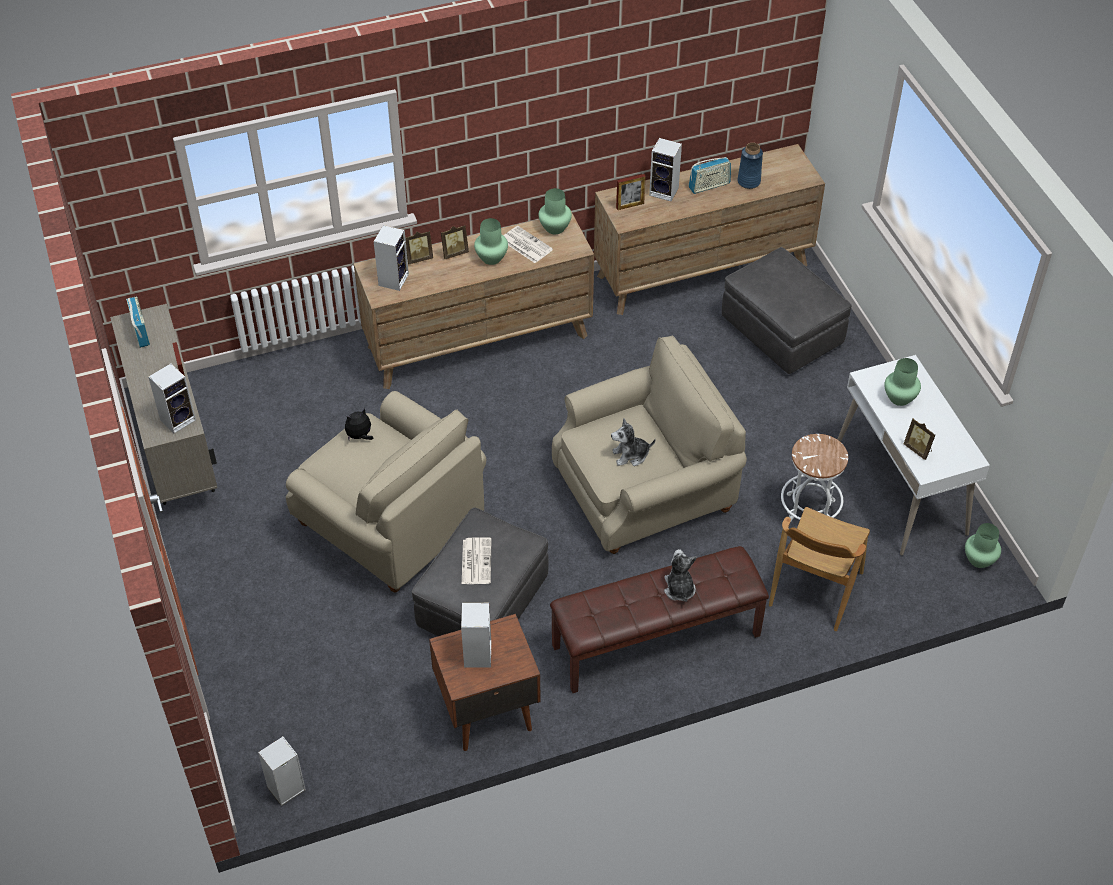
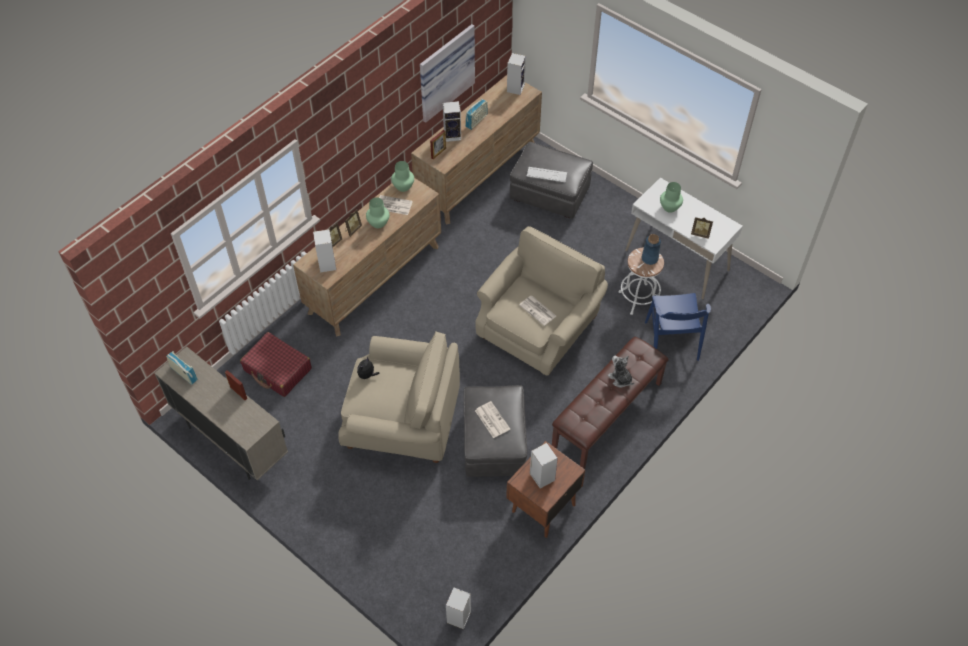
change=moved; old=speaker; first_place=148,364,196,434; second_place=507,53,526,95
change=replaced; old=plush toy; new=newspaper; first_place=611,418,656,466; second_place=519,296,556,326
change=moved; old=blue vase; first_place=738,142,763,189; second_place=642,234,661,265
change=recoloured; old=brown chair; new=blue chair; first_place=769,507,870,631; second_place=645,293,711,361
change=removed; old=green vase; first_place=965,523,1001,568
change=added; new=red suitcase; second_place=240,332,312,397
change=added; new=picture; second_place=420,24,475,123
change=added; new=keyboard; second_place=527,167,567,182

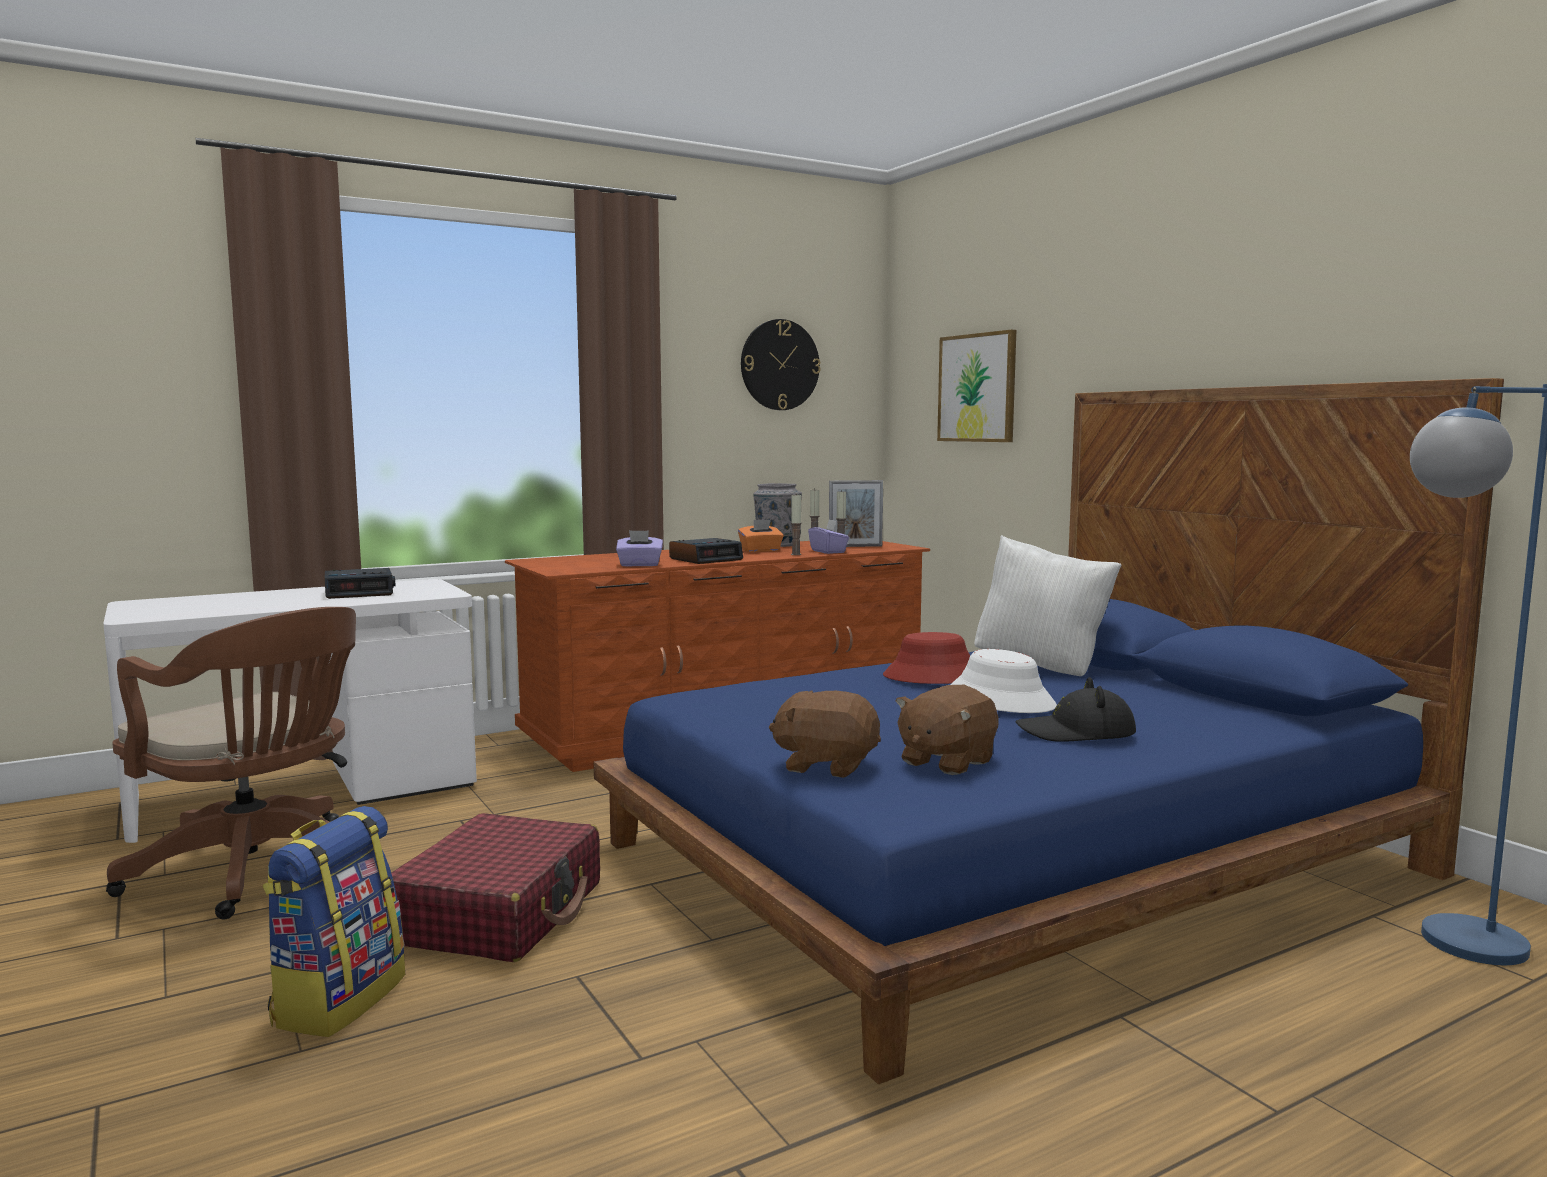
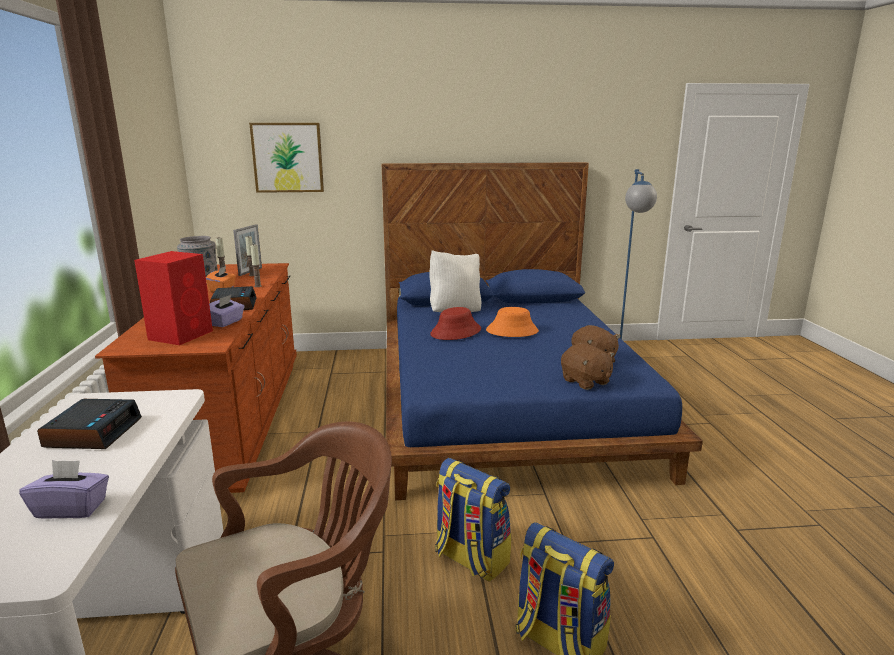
change=replaced; old=red suitcase; new=backpack; first_place=391,813,600,962; second_place=435,458,511,582
change=removed; old=wall clock; first_place=741,319,821,410
change=turned; old=brown plush toy; first_place=769,691,881,778; second_place=561,343,615,390; degrees=-75
change=moved; old=purple tissue box; first_place=808,519,849,554; second_place=19,460,109,519
change=recoloured; old=white hat; new=orange hat; first_place=950,649,1057,713; second_place=486,307,539,337
change=removed; old=black hat; first_place=1016,677,1136,742
change=added; new=red speaker; second_place=134,251,213,345

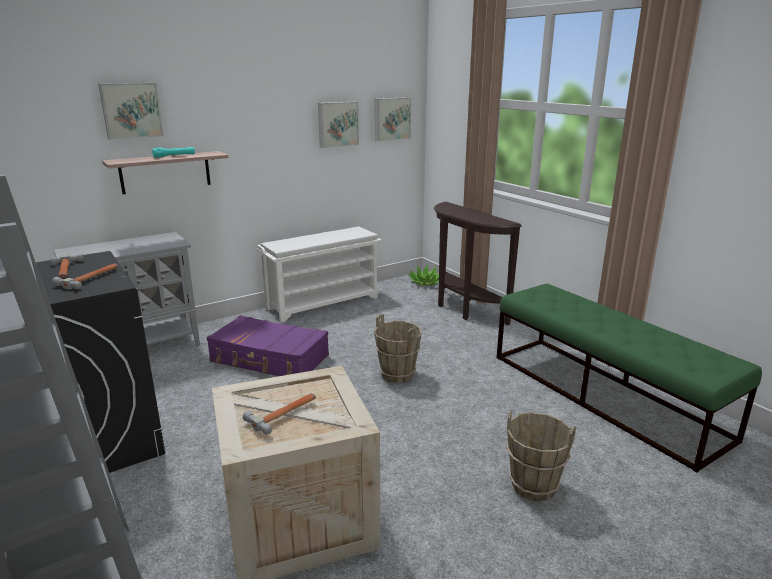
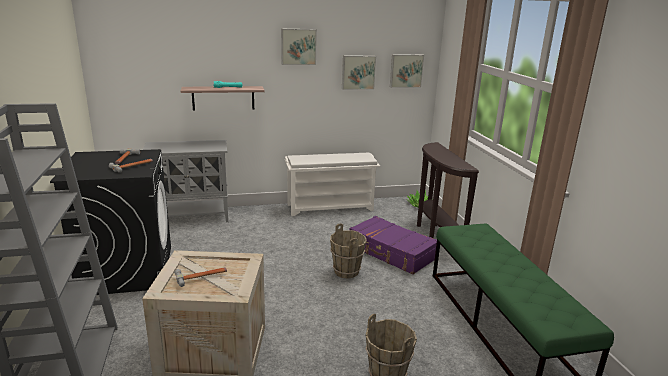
change=moved; old=picture; first_place=98,83,164,140; second_place=281,29,317,65
change=moved; old=purple suitcase; first_place=207,315,329,376; second_place=350,216,437,275

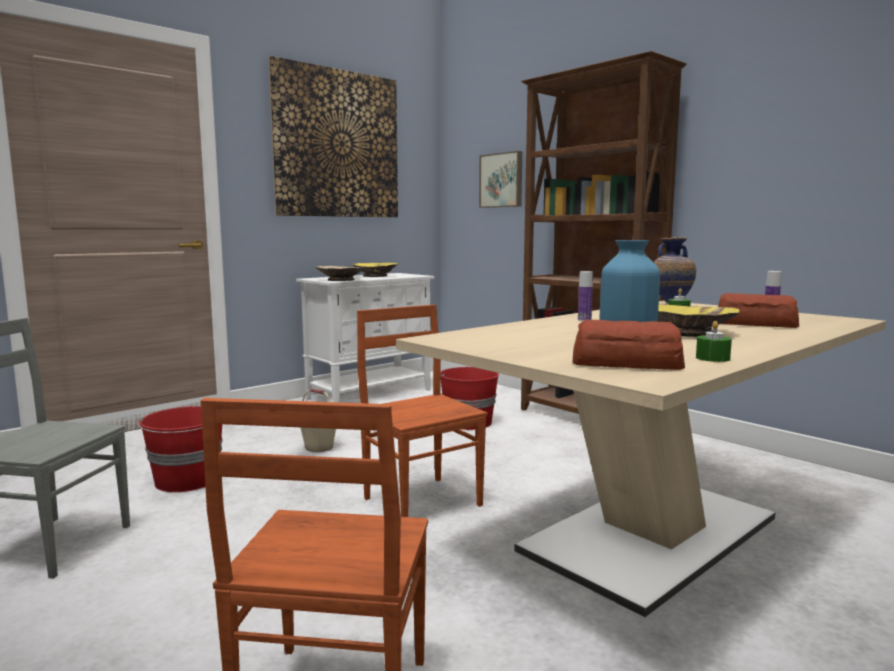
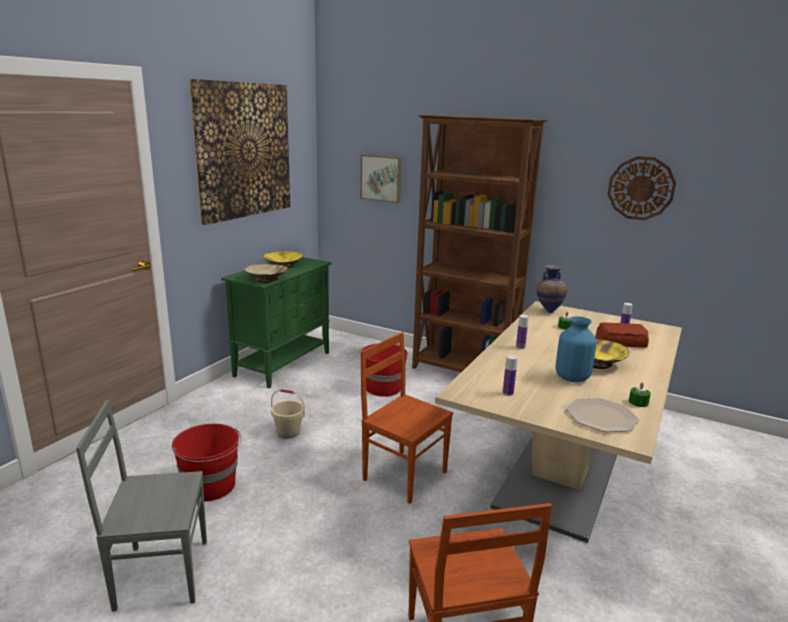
change=recoloured; old=white cabinet; new=green cabinet; first_place=296,273,434,402; second_place=221,257,332,388
change=replaced; old=bread; new=plate; first_place=573,320,685,370; second_place=566,398,639,432
change=added; new=bottle; second_place=503,355,517,396
change=added; new=wall clock; second_place=608,156,676,220

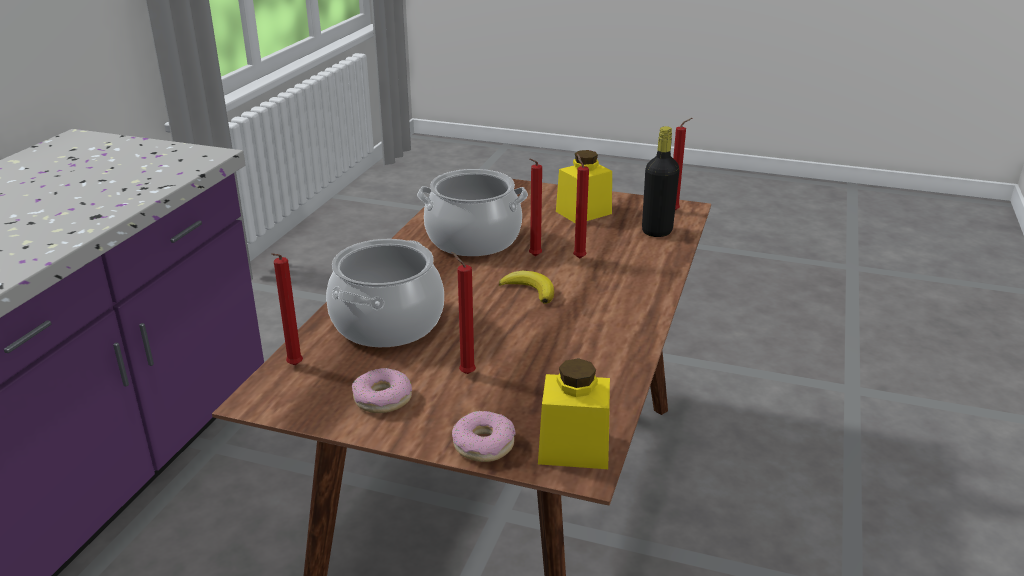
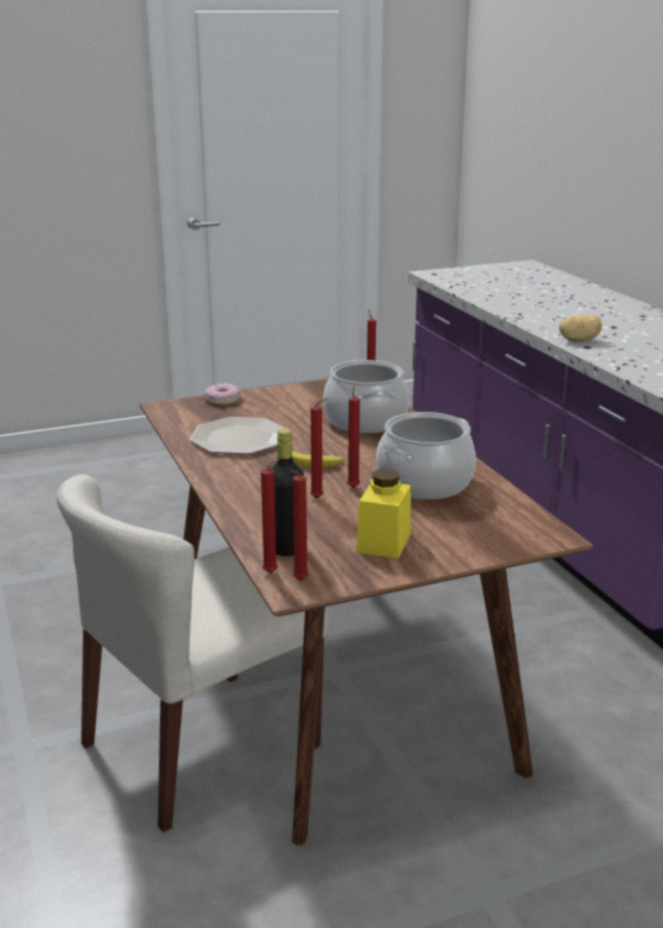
change=removed; old=donut; first_place=352,368,412,413
change=moved; old=red candle; first_place=451,252,476,374; second_place=261,458,281,573
change=removed; old=yellow jar; first_place=538,358,610,469
change=added; new=beige chair; second_place=56,474,330,832
change=added; new=plate; second_place=190,417,287,454
change=added; new=potato; second_place=559,314,602,342

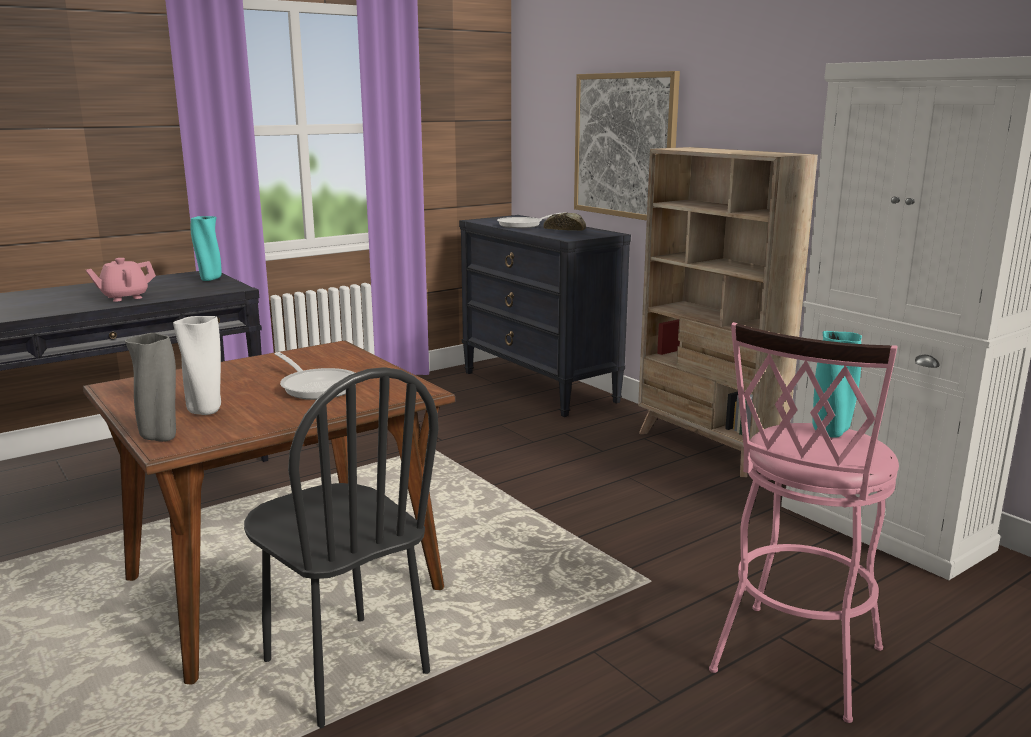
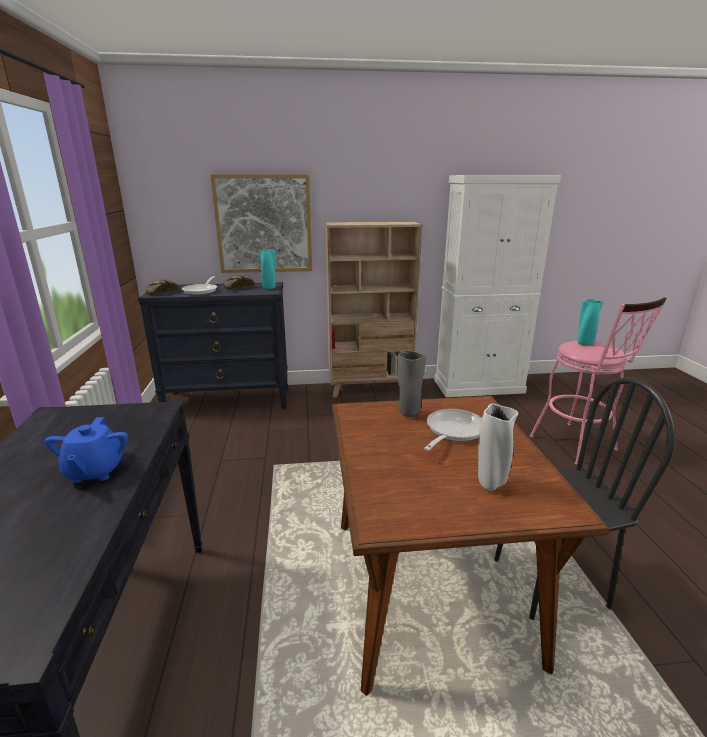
change=recoloured; old=pink teapot; new=blue teapot; first_place=86,258,156,302; second_place=45,417,128,483
change=moved; old=grey vase; first_place=125,333,176,442; second_place=397,351,426,417
change=moved; old=turquoise vase; first_place=191,216,222,281; second_place=259,249,276,289
change=turned; old=frying pan; first_place=275,352,355,400; second_place=424,409,482,451; degrees=-45
change=added; new=bread; second_place=145,279,179,295

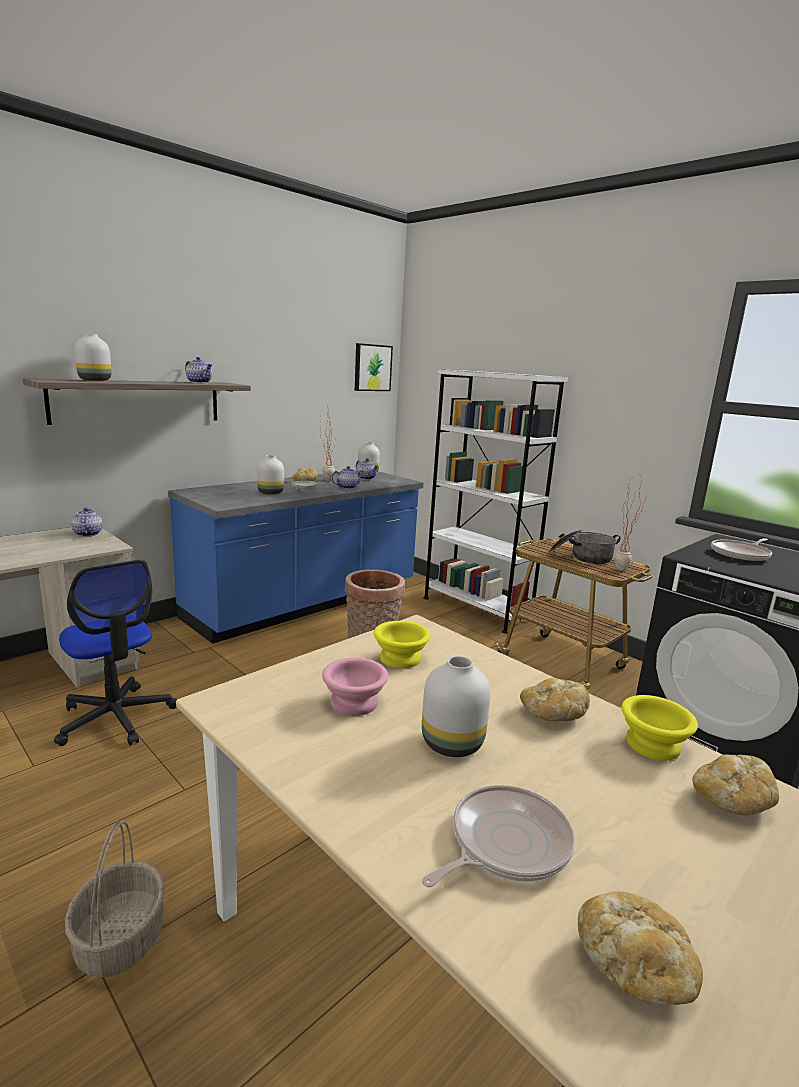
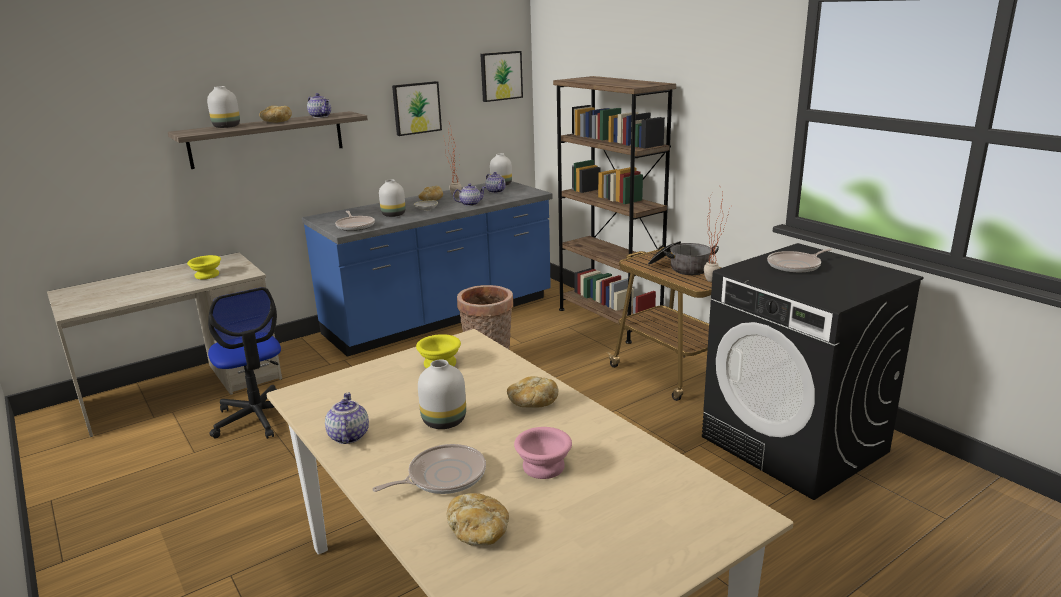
change=removed; old=basket; first_place=65,821,165,977
change=moved; old=teapot; first_place=71,508,103,537; second_place=325,393,369,444
change=moved; old=pink bowl; first_place=322,658,388,716; second_place=514,427,572,479
change=recoloured; old=white bookcase; new=brown bookcase; first_place=423,369,568,634; second_place=553,76,676,344
change=moved; old=yellow bowl; first_place=621,695,698,761; second_place=187,255,221,279
change=moved; old=bread; first_place=693,754,779,815; second_place=259,106,292,123
change=added; new=frying pan; second_place=335,211,375,231
change=added; new=picture; second_place=392,81,442,136

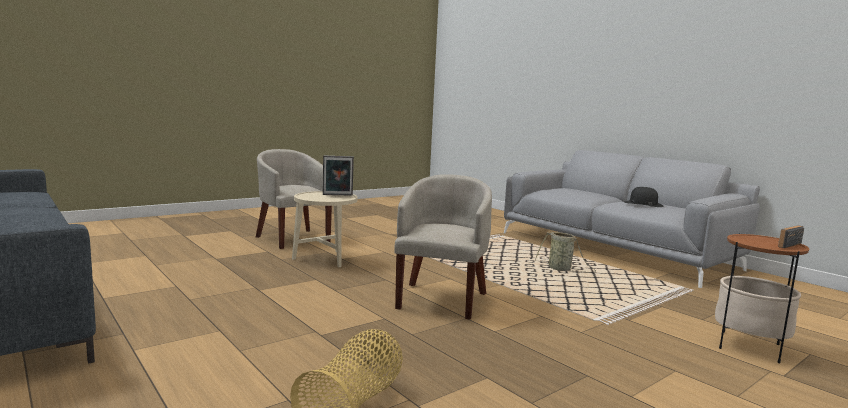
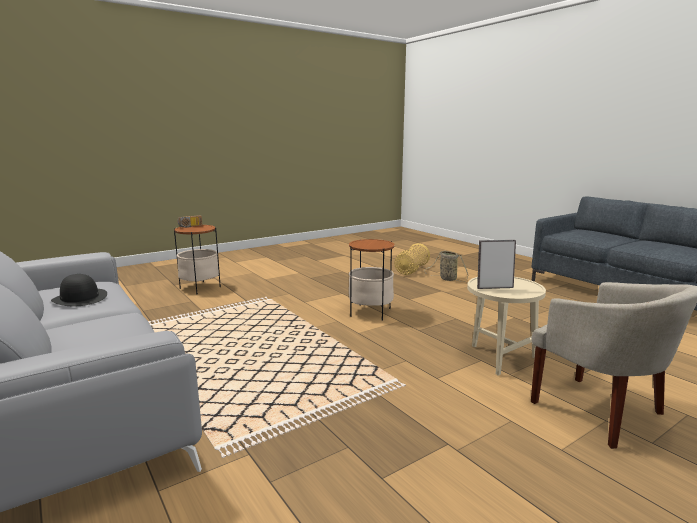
change=replaced; old=beige armchair; new=side table; first_place=394,174,492,319; second_place=349,239,395,320
change=moved; old=basket; first_place=535,232,596,273; second_place=424,251,469,282

